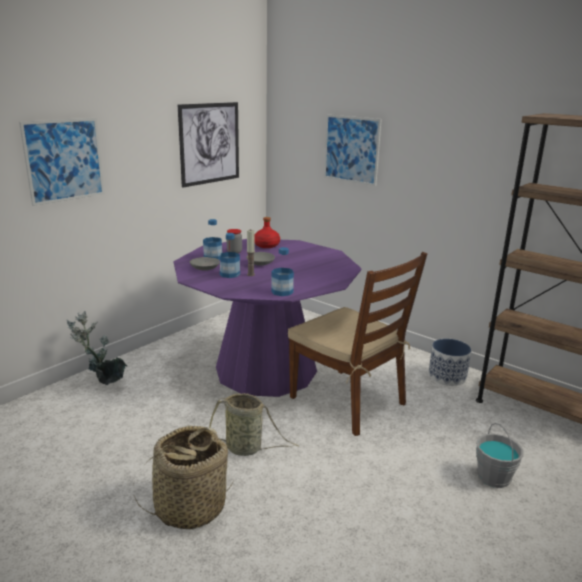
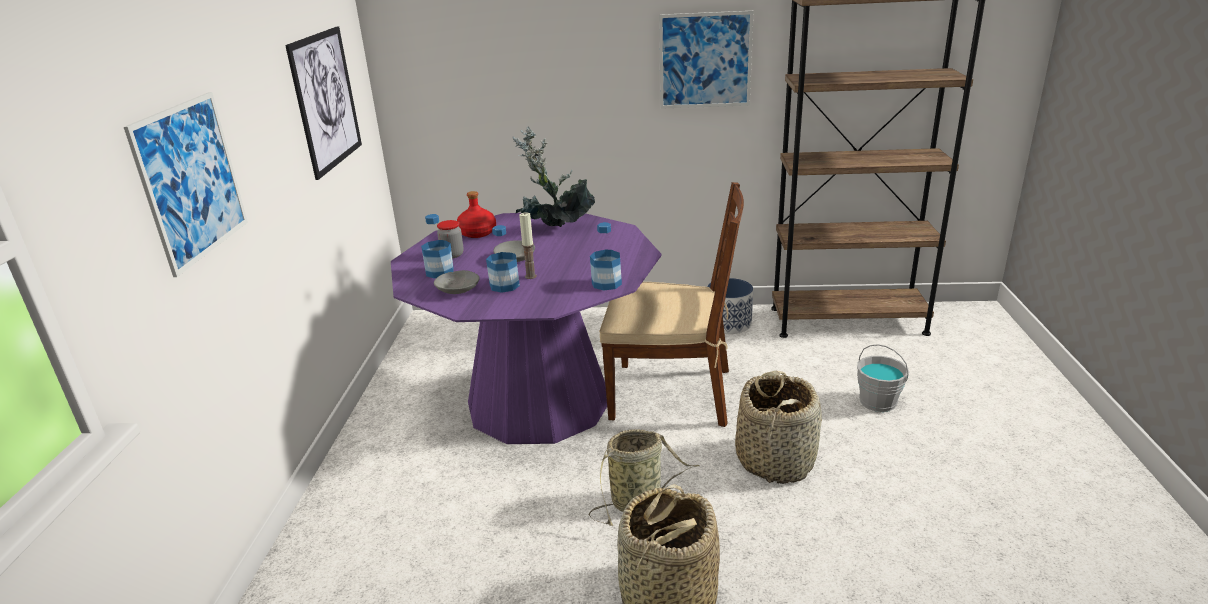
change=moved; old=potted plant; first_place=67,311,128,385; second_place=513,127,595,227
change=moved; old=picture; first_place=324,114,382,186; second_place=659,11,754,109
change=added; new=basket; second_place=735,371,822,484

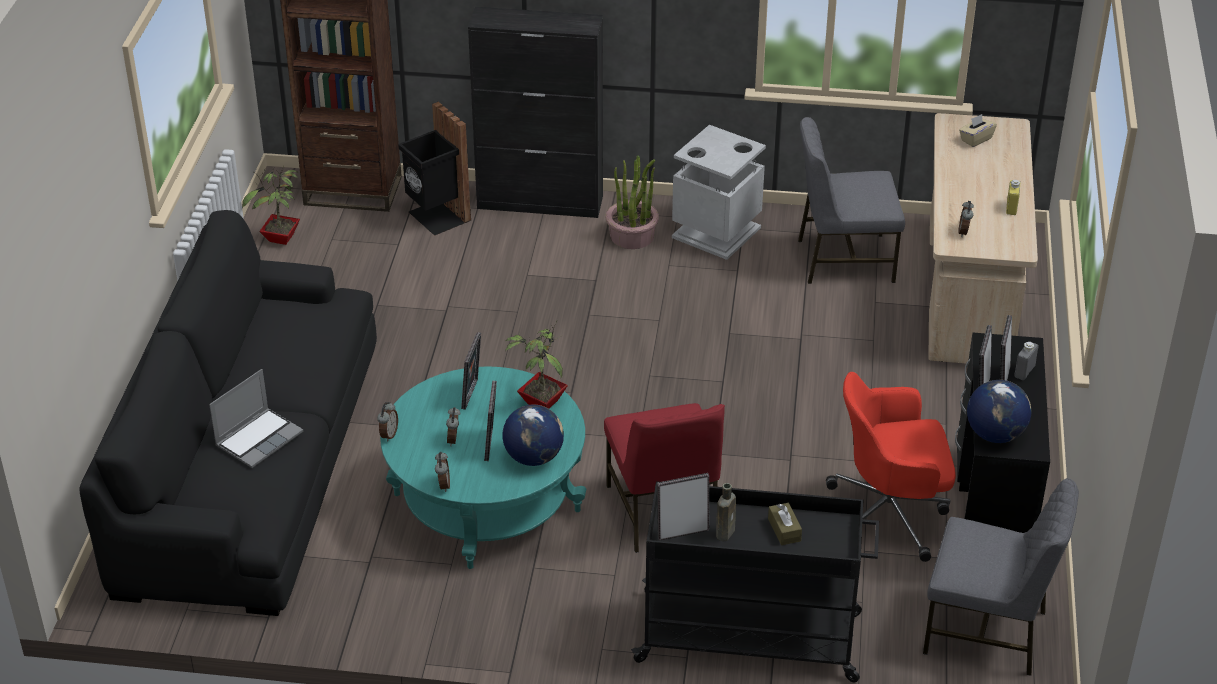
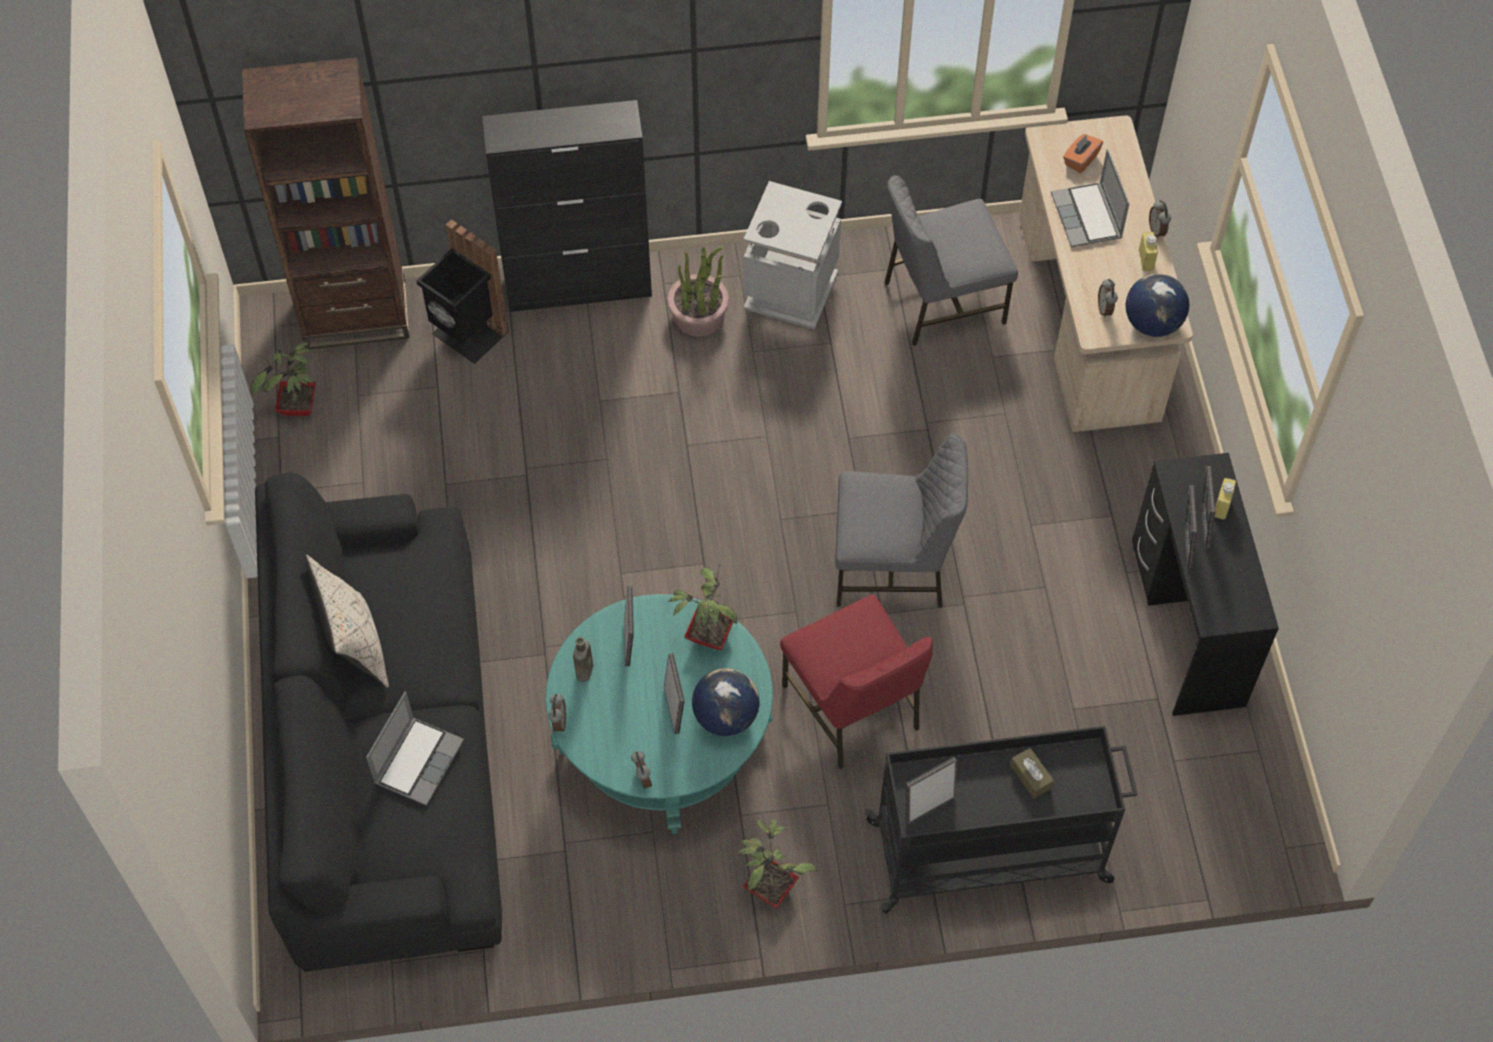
change=moved; old=alarm clock; first_place=446,407,460,447; second_place=1149,200,1171,238
change=moved; old=brown bottle; first_place=716,483,736,541; second_place=573,637,594,682
change=removed; old=red office chair; first_place=826,372,956,562
change=moved; old=grey chair; first_place=923,478,1079,676; second_place=835,433,968,608
change=recoloured; old=beige tissue box; new=orange tissue box; first_place=959,114,997,147; second_place=1063,134,1103,173
change=moved; old=globe; first_place=967,380,1032,443; second_place=1125,274,1189,337
change=recoloured; old=grey bottle; new=yellow bottle; first_place=1014,341,1038,380; second_place=1215,478,1236,519
change=added; new=beige pillow; second_place=305,555,389,688
change=added; new=potted plant; second_place=737,818,818,909
change=added; new=laptop; second_place=1051,149,1130,247

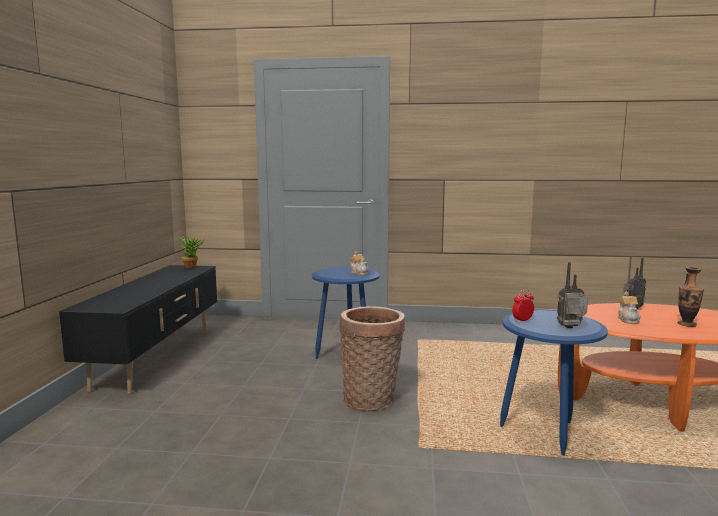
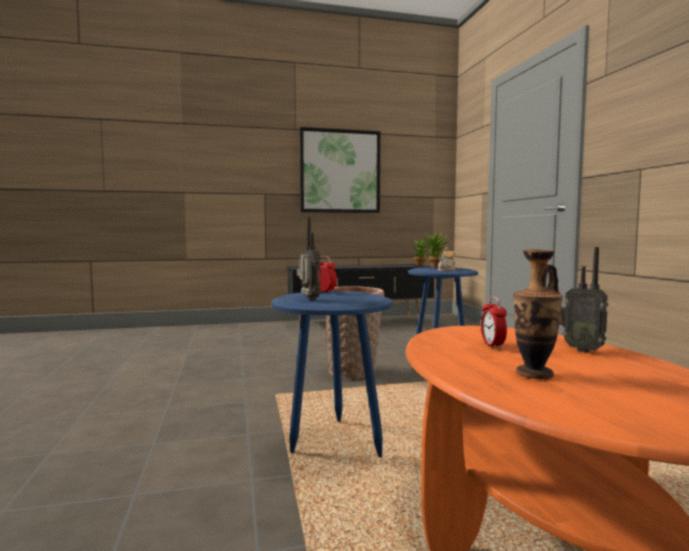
change=replaced; old=teapot; new=alarm clock; first_place=618,292,641,324; second_place=481,296,507,349
change=added; new=picture; second_place=300,127,380,213
change=added; new=potted plant; second_place=424,232,450,268

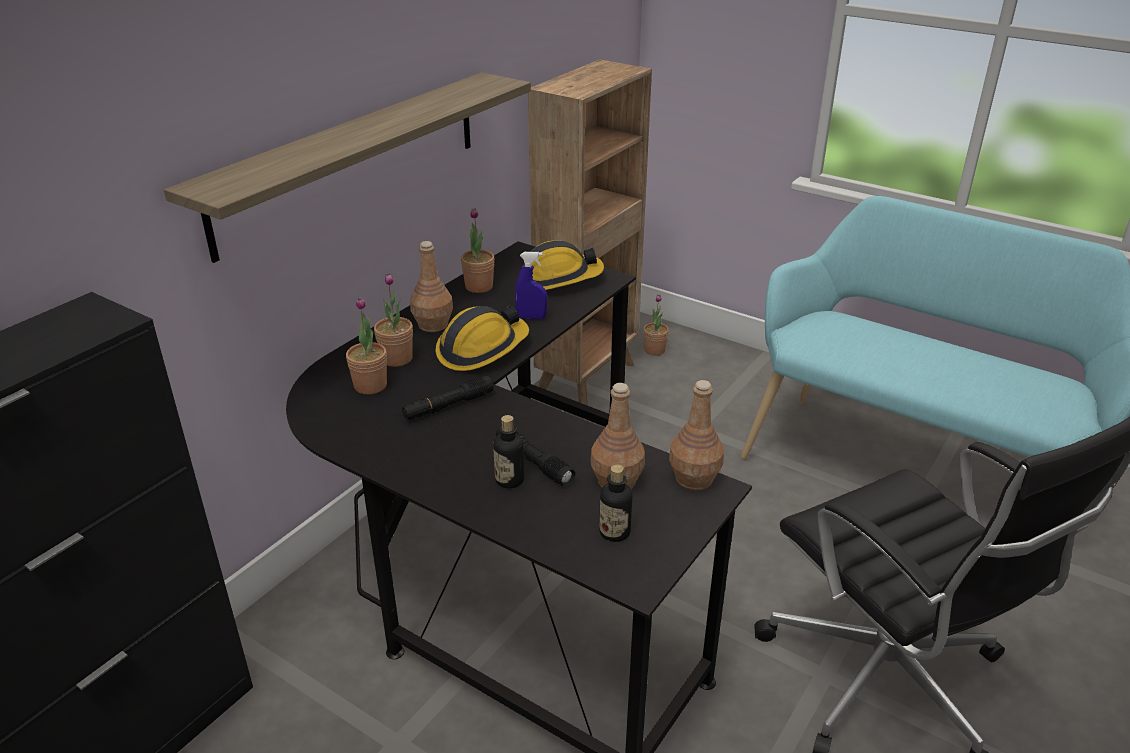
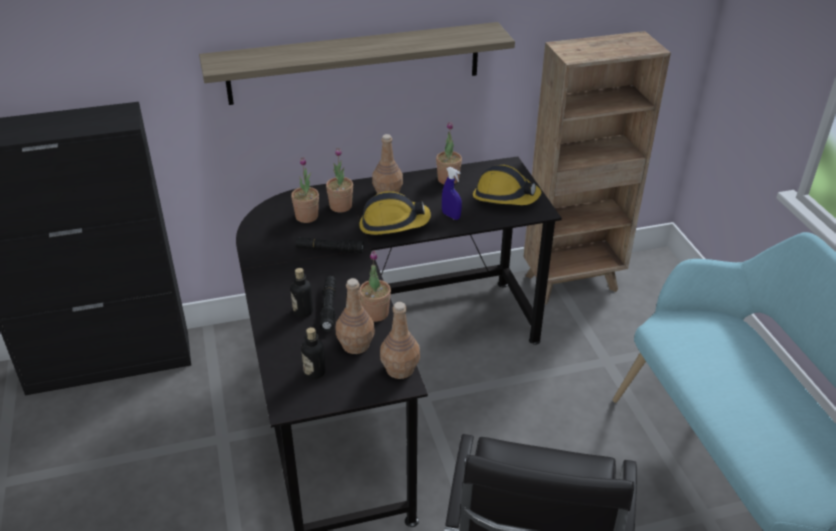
change=moved; old=potted plant; first_place=643,294,669,356; second_place=359,250,391,322

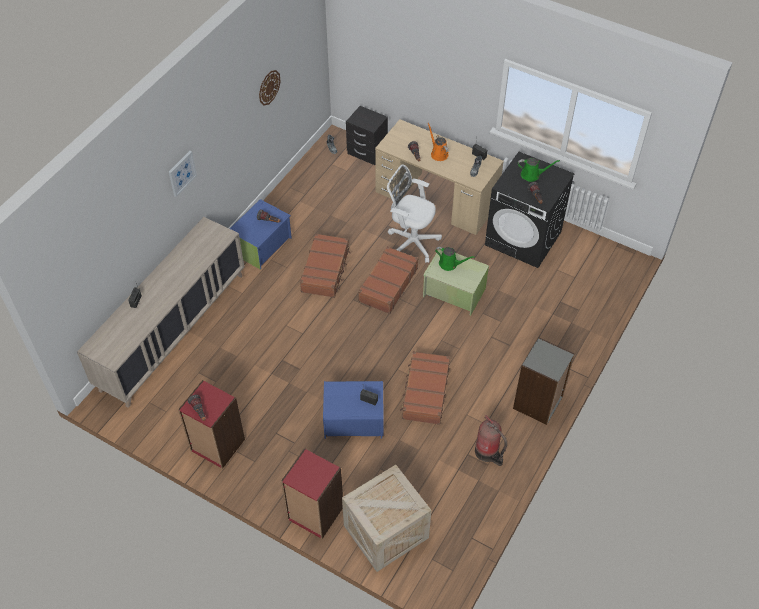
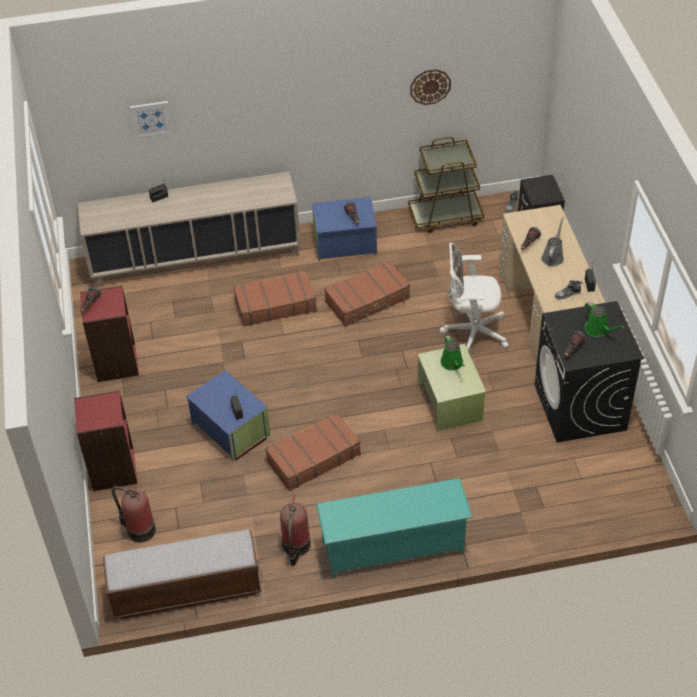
change=moved; old=picture; first_place=169,151,197,197; second_place=130,101,173,138
change=replaced; old=crate; new=fire extinguisher; first_place=342,465,431,572; second_place=112,486,156,543
change=moved; old=brown suitcase; first_place=358,246,418,314; second_place=233,270,317,326
change=turned; old=white office chair; first_place=387,164,442,263; second_place=440,243,509,352; degrees=-75
change=recoloured; old=orange watering can; new=grey watering can; first_place=428,123,449,161; second_place=541,217,564,267
change=replaced; old=grey bookcase; new=turquoise shoe rack; first_place=513,338,575,425; second_place=316,478,473,579
change=added; new=bench; second_place=103,530,261,619
change=added; new=brown cart; second_place=408,137,484,233

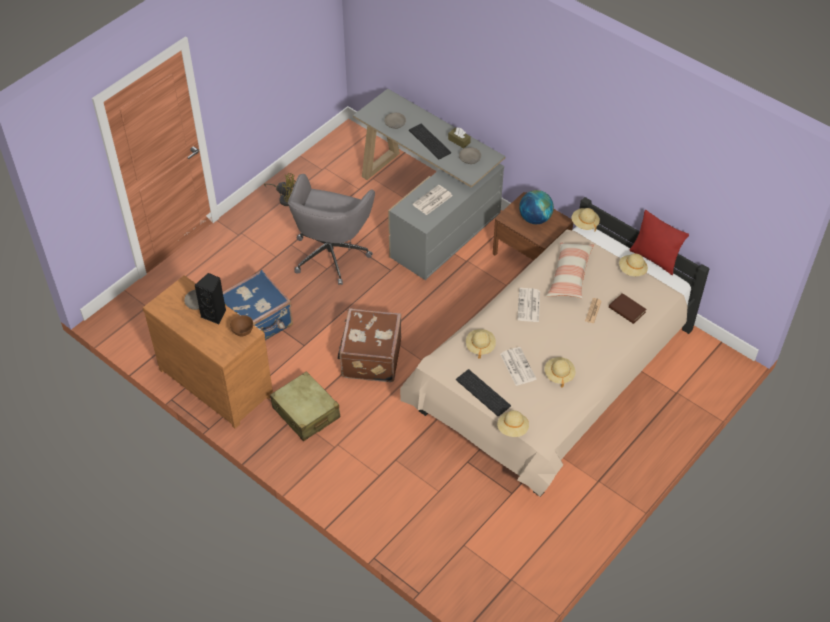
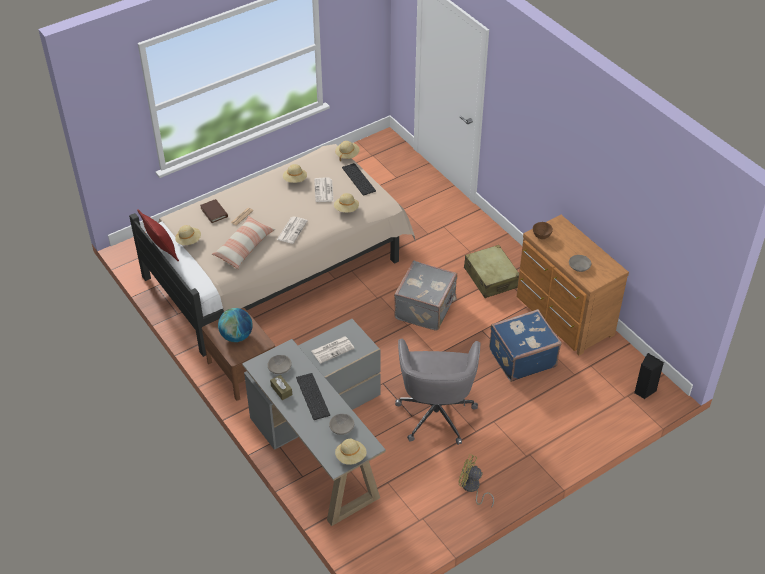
change=moved; old=black speaker; first_place=194,273,226,325; second_place=634,353,664,399
change=turned; old=grey office chair; first_place=288,174,375,285; second_place=395,339,480,445; degrees=150
change=recoloured; old=brown suitcase; new=grey suitcase; first_place=338,308,401,382; second_place=394,260,457,331
change=moved; old=beige hat; first_place=572,208,600,232; second_place=335,439,367,465

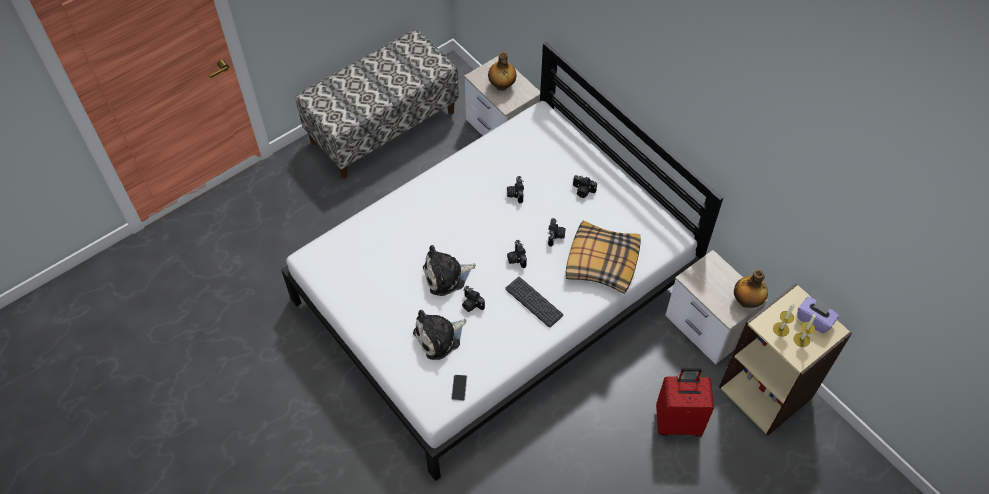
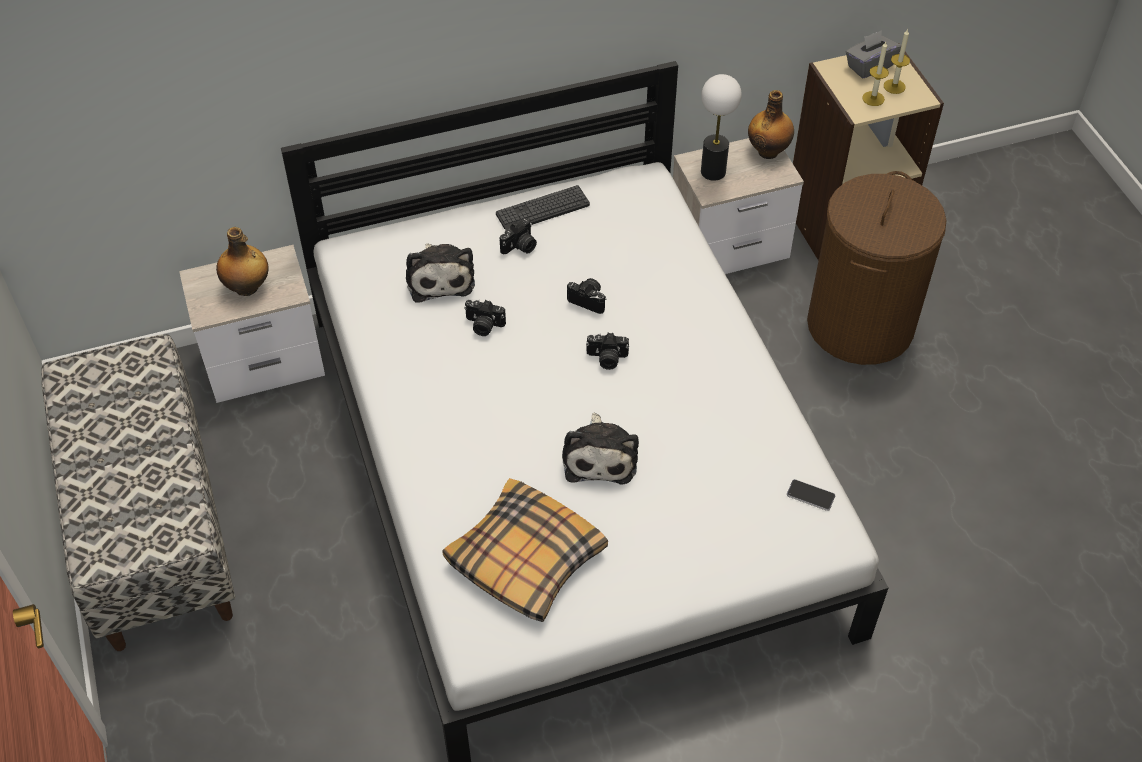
change=moved; old=plush toy; first_place=413,310,466,360; second_place=406,243,475,303
change=removed; old=photo camera; first_place=462,286,485,312
change=moved; old=keyboard; first_place=505,277,563,328; second_place=496,185,590,230
change=moved; old=pillow; first_place=566,221,641,294; second_place=442,478,608,622
change=replaced; old=red suitcase; new=brown laundry basket; first_place=656,368,714,437; second_place=807,171,946,365
change=recoloured; old=purple tissue box; new=grey tissue box; first_place=798,297,839,333; second_place=846,30,901,78
change=added; new=table lamp; second_place=701,74,742,181

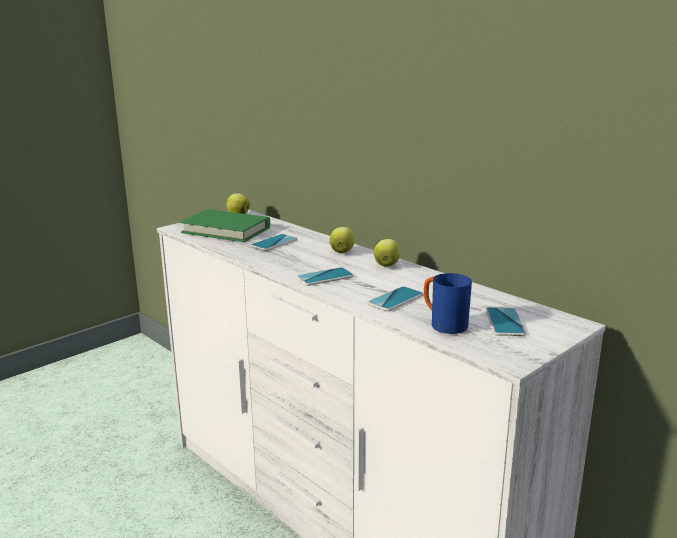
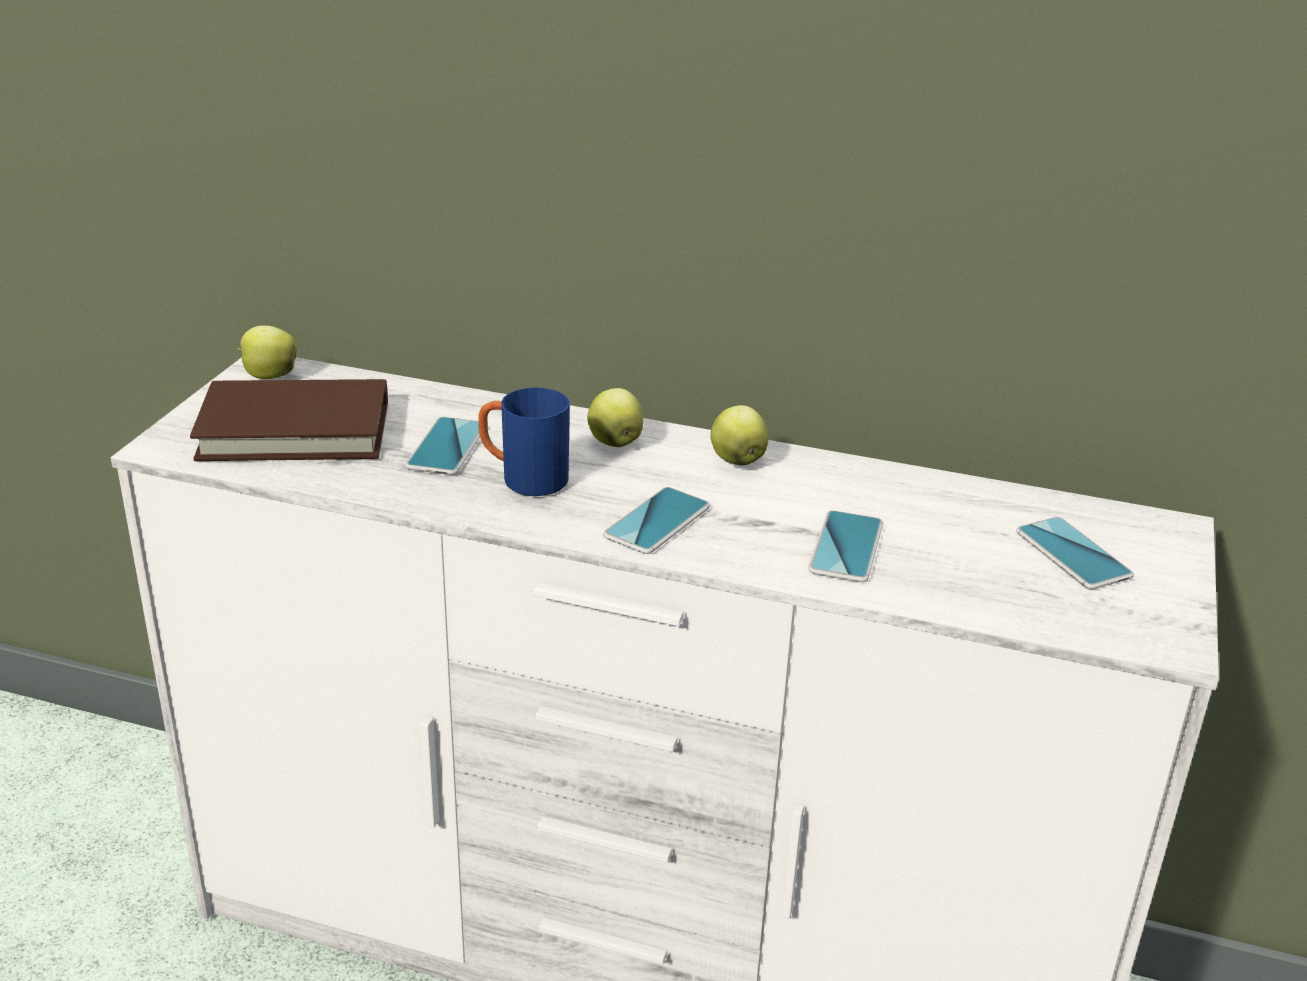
change=recoloured; old=green book; new=brown book; first_place=180,209,270,242; second_place=190,379,388,461
change=moved; old=blue mug; first_place=424,273,472,334; second_place=478,388,570,496

